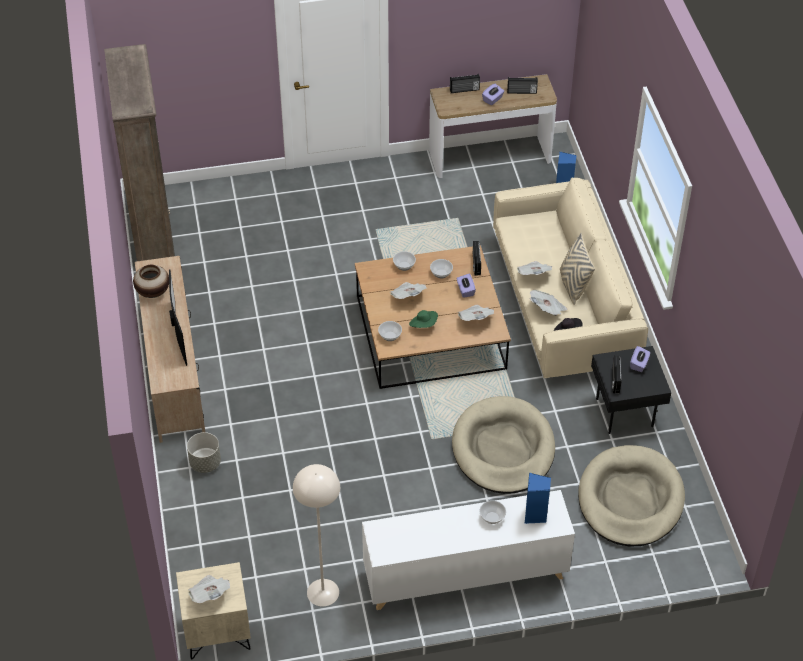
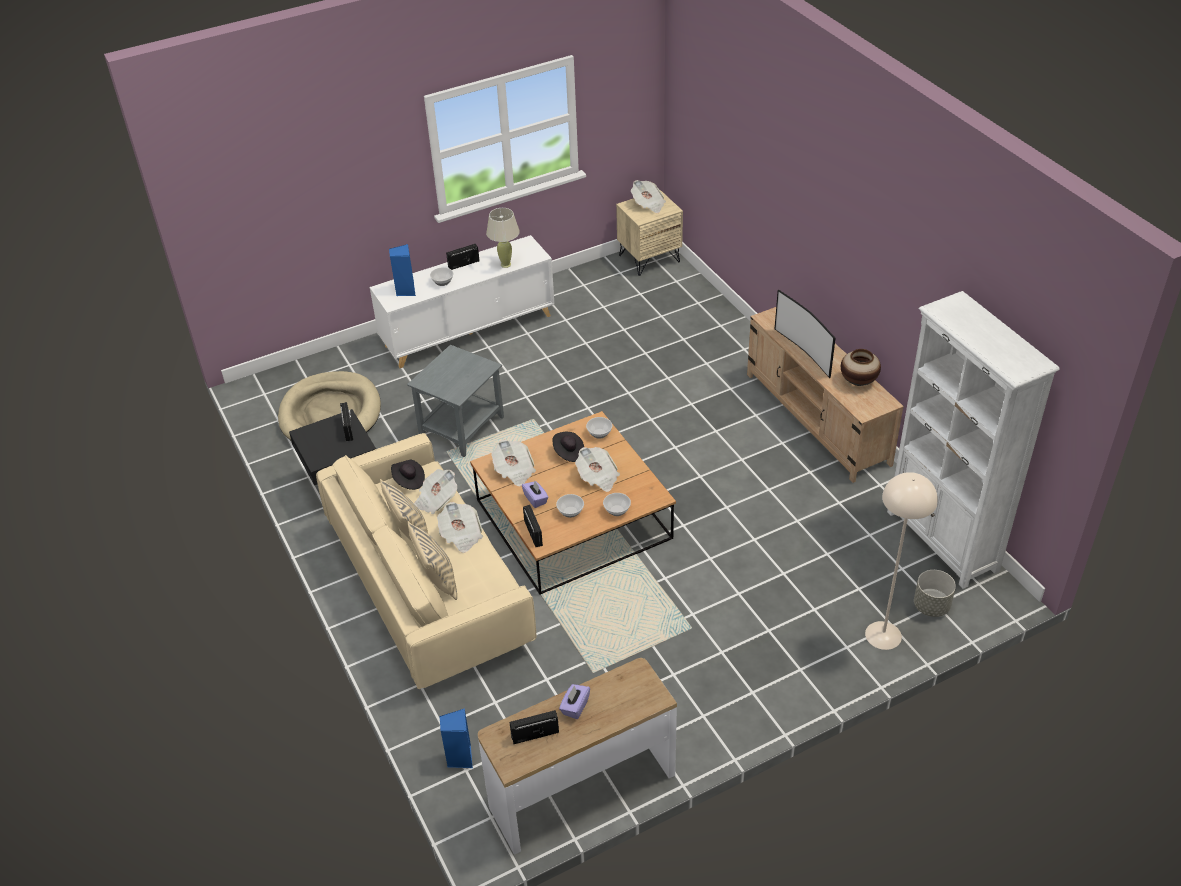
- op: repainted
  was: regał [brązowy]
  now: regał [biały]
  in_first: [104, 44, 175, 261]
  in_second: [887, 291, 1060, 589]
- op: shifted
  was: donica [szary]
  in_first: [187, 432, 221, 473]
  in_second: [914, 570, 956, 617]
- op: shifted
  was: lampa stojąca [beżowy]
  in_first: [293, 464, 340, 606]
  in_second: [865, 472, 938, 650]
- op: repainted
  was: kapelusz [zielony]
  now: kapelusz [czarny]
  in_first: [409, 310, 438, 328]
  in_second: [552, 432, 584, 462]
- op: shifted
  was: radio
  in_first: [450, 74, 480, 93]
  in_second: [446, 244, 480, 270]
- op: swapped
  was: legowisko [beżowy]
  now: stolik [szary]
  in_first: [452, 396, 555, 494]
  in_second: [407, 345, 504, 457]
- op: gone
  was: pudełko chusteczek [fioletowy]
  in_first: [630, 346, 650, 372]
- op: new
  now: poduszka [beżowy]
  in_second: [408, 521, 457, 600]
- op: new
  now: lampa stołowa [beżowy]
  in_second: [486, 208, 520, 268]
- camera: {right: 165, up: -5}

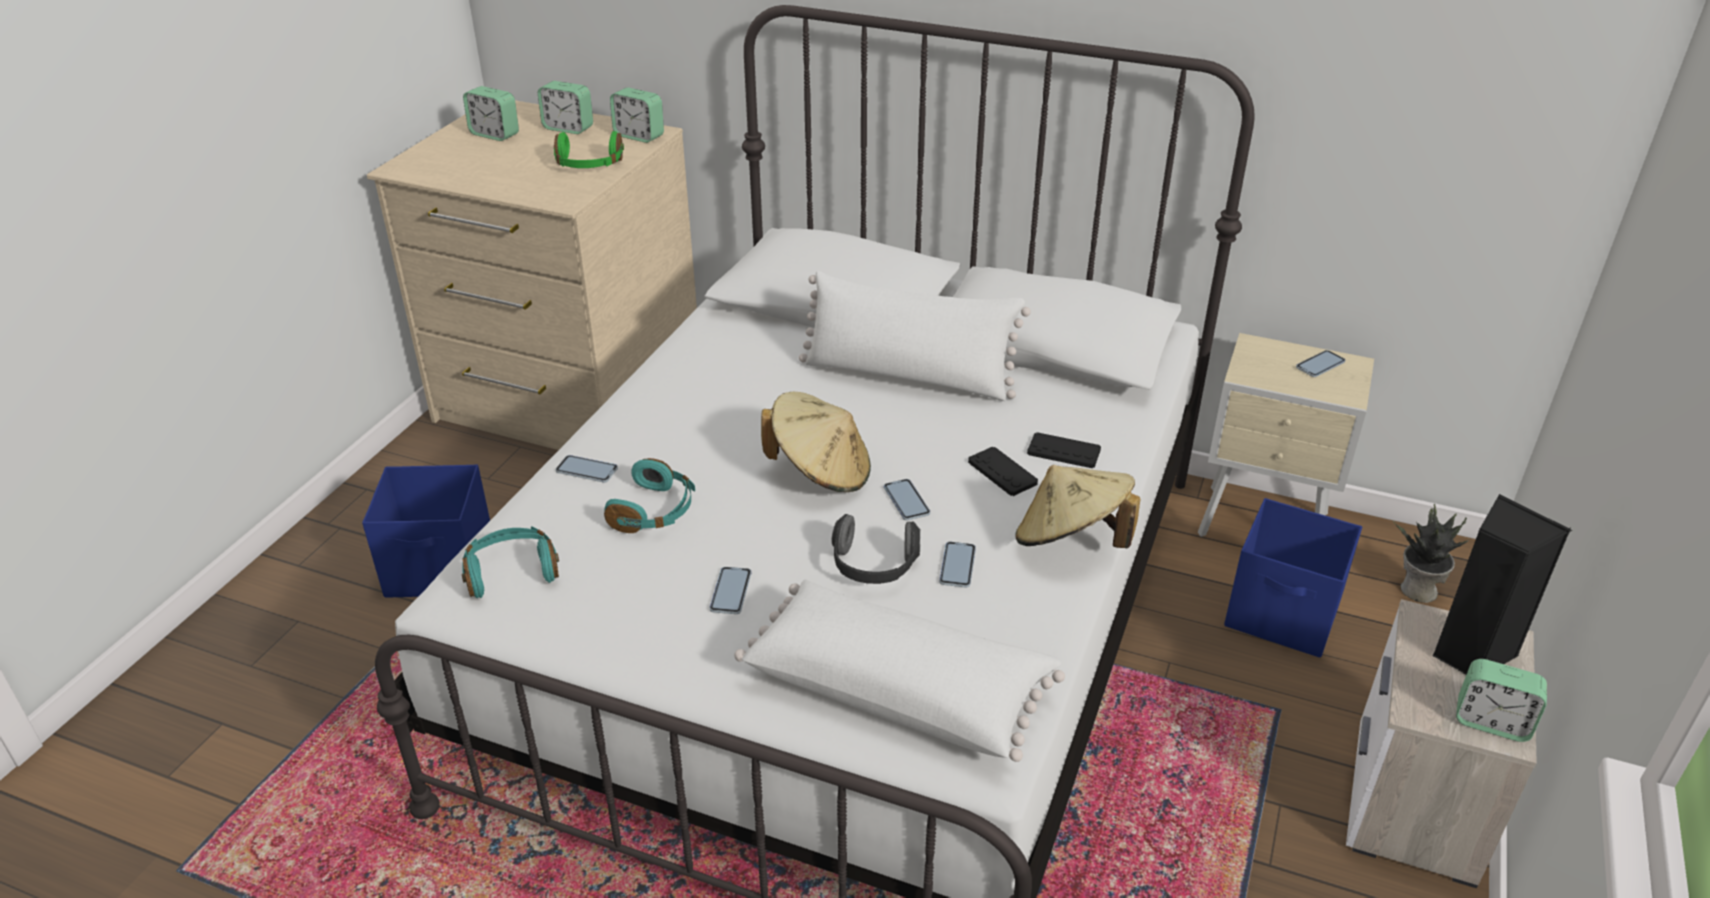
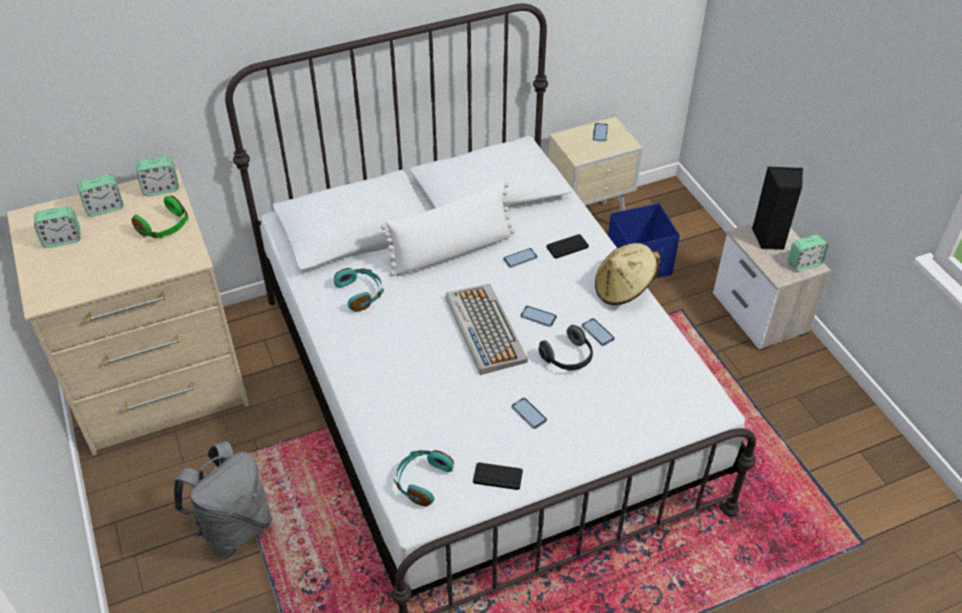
- op: swapped
  was: pojemnik do przechowywania [niebieski]
  now: plecak [szary]
  in_first: [362, 465, 490, 598]
  in_second: [174, 441, 272, 558]
- op: shifted
  was: telefon
  in_first: [556, 455, 618, 483]
  in_second: [503, 248, 538, 268]
- op: shifted
  was: słuchawki [turkusowy]
  in_first: [604, 458, 695, 533]
  in_second: [334, 268, 384, 312]
- op: gone
  was: poduszka [biały]
  in_first: [734, 580, 1065, 762]
- op: swapped
  was: kapelusz [beżowy]
  now: klawiatura
  in_first: [761, 392, 871, 492]
  in_second: [445, 284, 528, 375]
- op: shifted
  was: pad do gier [czarny]
  in_first: [968, 447, 1038, 496]
  in_second: [473, 462, 523, 490]
- op: gone
  was: roślina doniczkowa
  in_first: [1393, 504, 1472, 603]
- camera: {right: -45, up: 10}

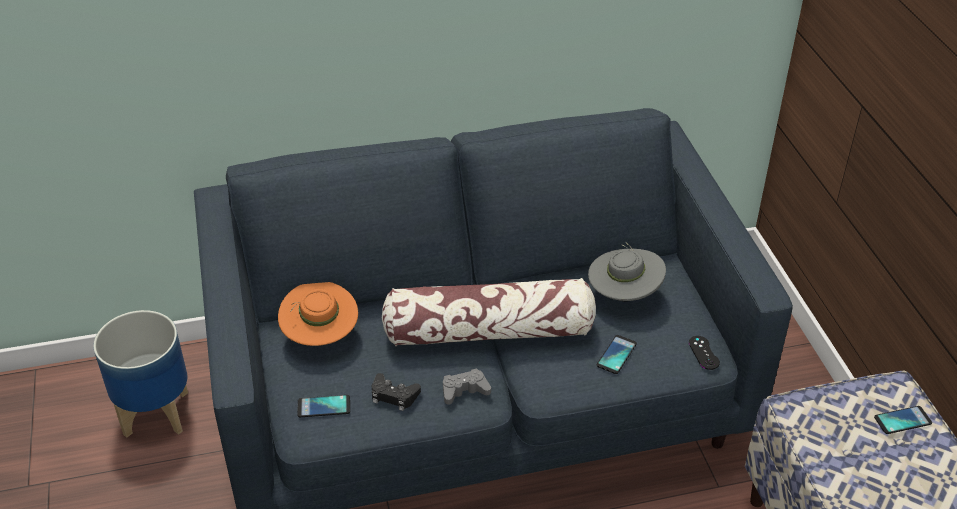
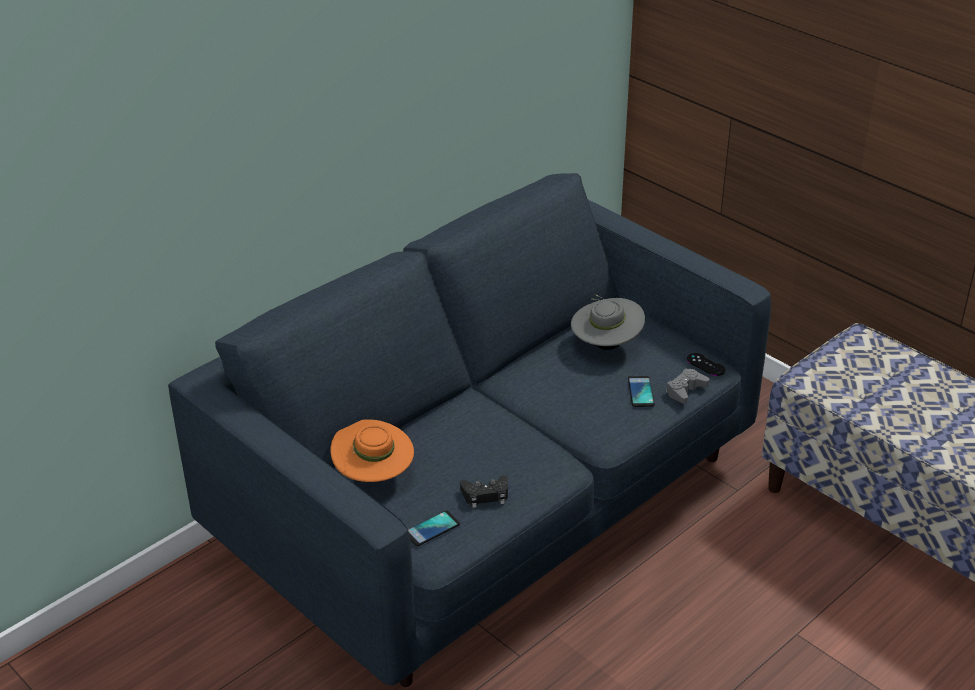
- op: gone
  was: donica
  in_first: [93, 310, 188, 438]
- op: gone
  was: poduszka
  in_first: [382, 278, 596, 346]
- op: shifted
  was: pad do gier [szary]
  in_first: [443, 369, 491, 405]
  in_second: [666, 369, 709, 404]
- op: gone
  was: telefon
  in_first: [874, 406, 932, 434]
- camera: {right: -30, up: -5}

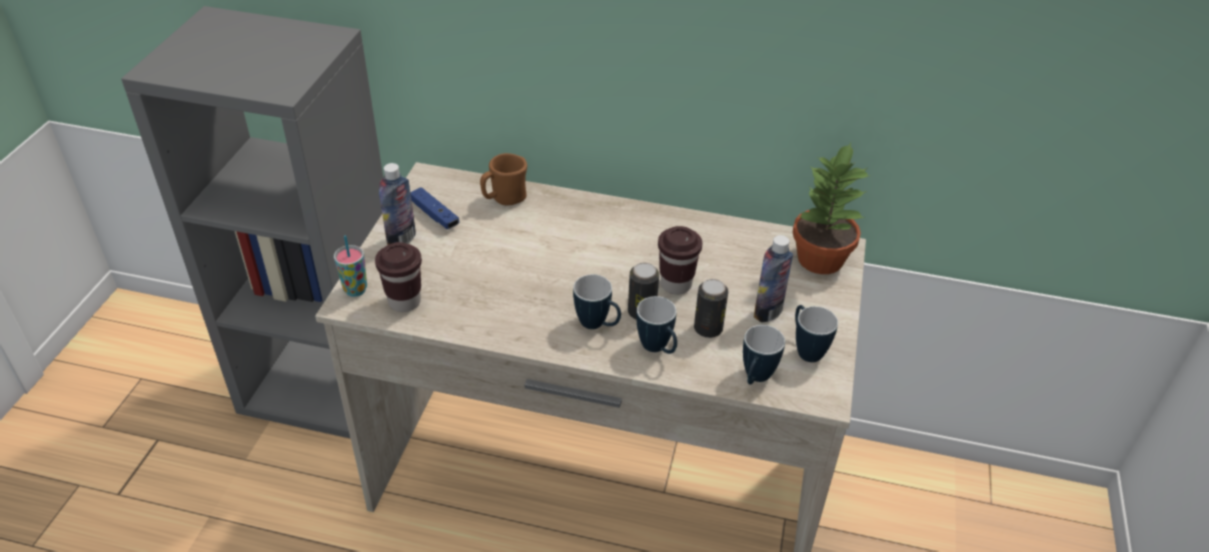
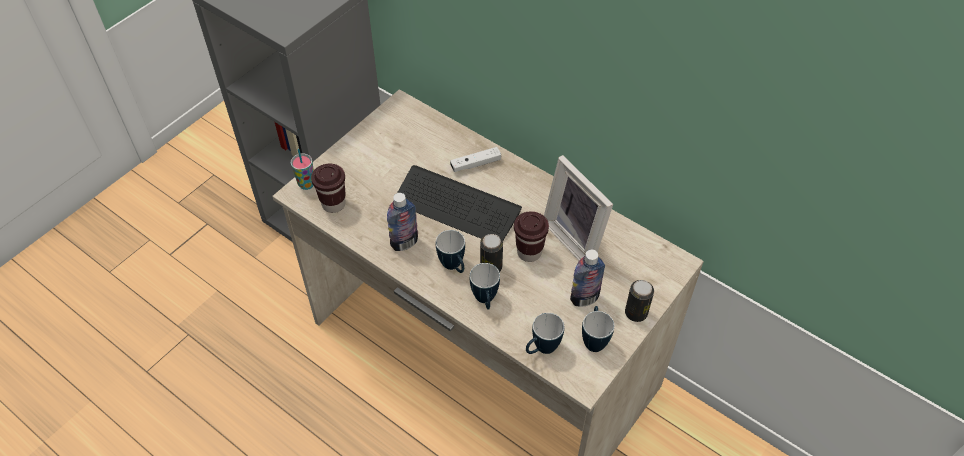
- op: shifted
  was: butelka
  in_first: [379, 163, 416, 245]
  in_second: [387, 193, 418, 251]
- op: gone
  was: pad do gier [niebieski]
  in_first: [411, 187, 459, 229]
- op: gone
  was: kubek [brązowy]
  in_first: [480, 153, 527, 205]
- op: shifted
  was: puszka
  in_first: [694, 279, 728, 338]
  in_second: [625, 280, 654, 322]
- op: gone
  was: roślina doniczkowa
  in_first: [793, 143, 868, 274]
- op: new
  now: klawiatura
  in_second: [397, 165, 522, 240]
- op: new
  now: pad do gier [biały]
  in_second: [450, 147, 501, 172]
- op: new
  now: ramka na zdjęcie
  in_second: [544, 155, 613, 260]
- camera: {right: 25, up: 10}

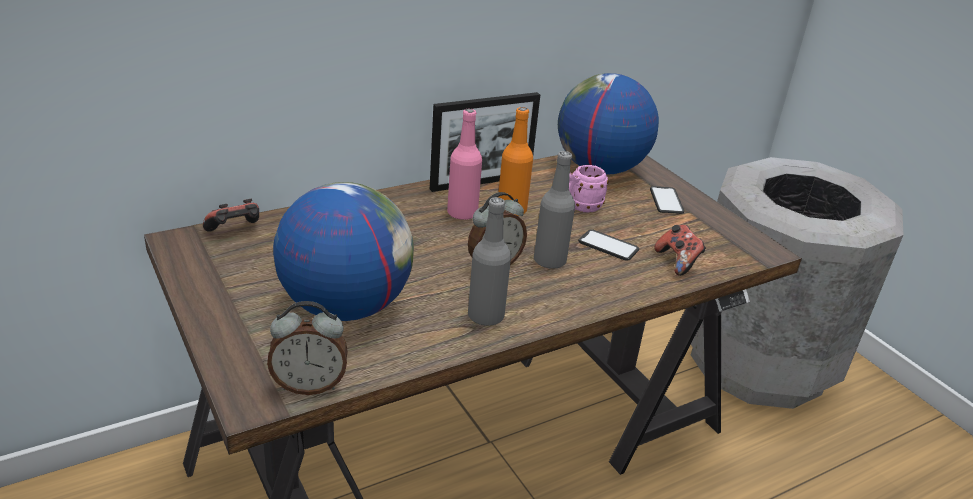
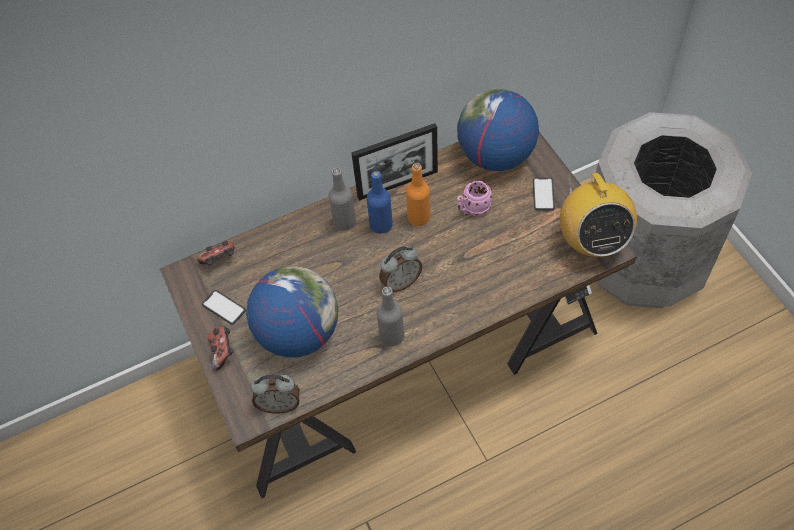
- op: repainted
  was: butelka [różowy]
  now: butelka [niebieski]
  in_first: [447, 109, 482, 220]
  in_second: [367, 171, 393, 234]
- op: shifted
  was: butelka [szary]
  in_first: [534, 151, 575, 269]
  in_second: [329, 168, 356, 230]
- op: shifted
  was: telefon
  in_first: [578, 229, 639, 261]
  in_second: [202, 290, 246, 325]
- op: shifted
  was: pad do gier
  in_first: [654, 225, 706, 276]
  in_second: [208, 326, 233, 371]
- op: new
  now: radio
  in_second: [560, 173, 637, 257]
- camera: {right: 10, up: 25}

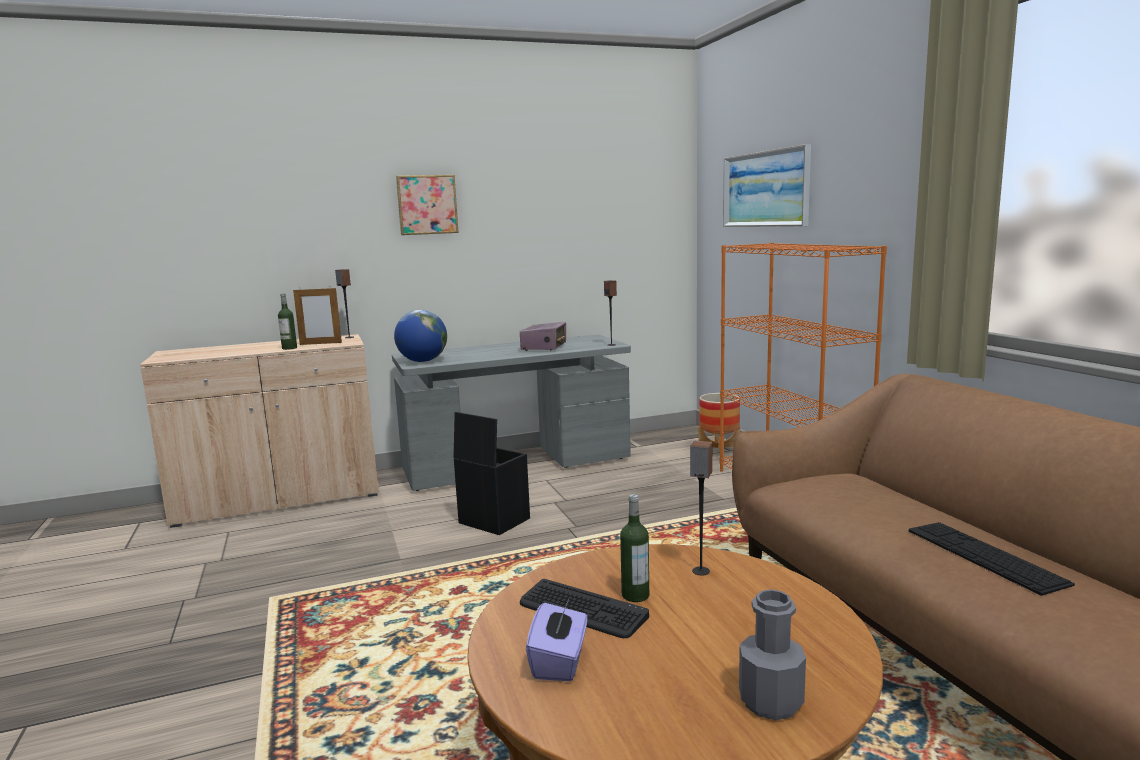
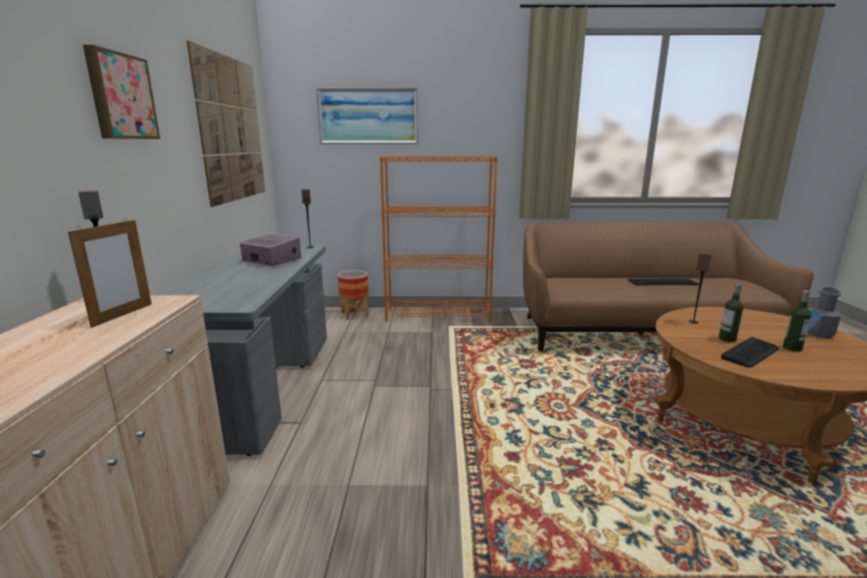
- op: shifted
  was: butelka
  in_first: [278, 294, 297, 350]
  in_second: [783, 290, 811, 352]
- op: gone
  was: globus
  in_first: [394, 310, 447, 362]
- op: gone
  was: pojemnik do przechowywania [czarny]
  in_first: [454, 412, 530, 535]
- op: gone
  was: pudełko chusteczek [fioletowy]
  in_first: [526, 598, 587, 681]
- op: new
  now: obraz
  in_second: [187, 41, 265, 207]
- camera: {right: -70, up: 5}

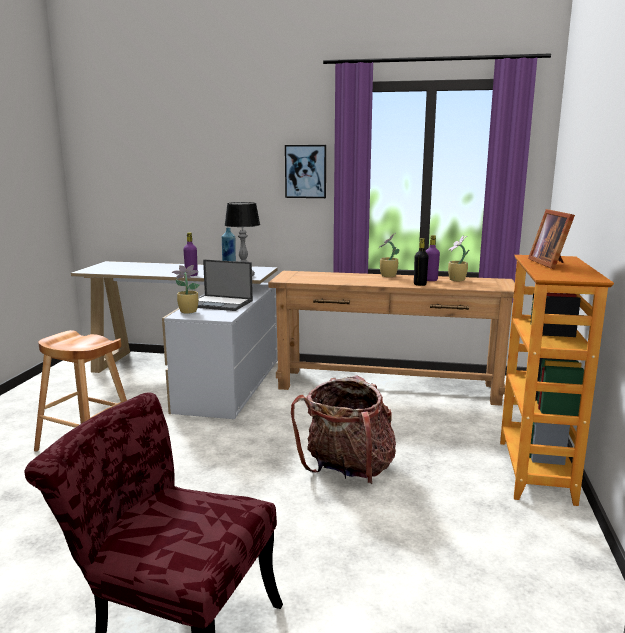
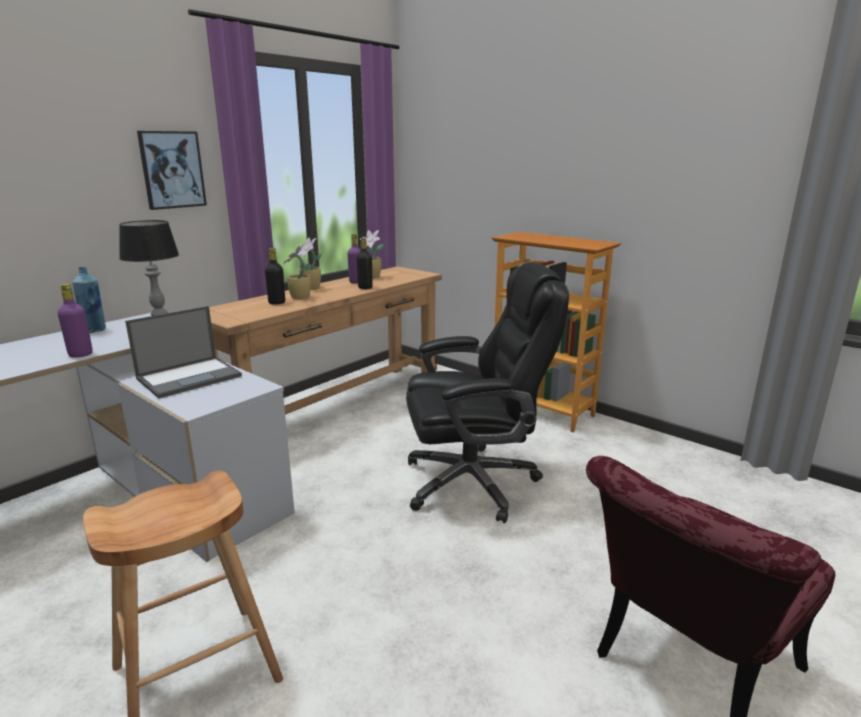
- op: shifted
  was: roślina doniczkowa
  in_first: [171, 265, 200, 314]
  in_second: [283, 244, 312, 299]
- op: swapped
  was: plecak
  now: krzesło biurowe [czarny]
  in_first: [291, 375, 396, 484]
  in_second: [406, 262, 569, 523]
- op: gone
  was: ramka na zdjęcie
  in_first: [528, 209, 575, 269]
- op: new
  now: butelka [czarny]
  in_second: [265, 248, 285, 305]
- camera: {right: -60, up: 5}

